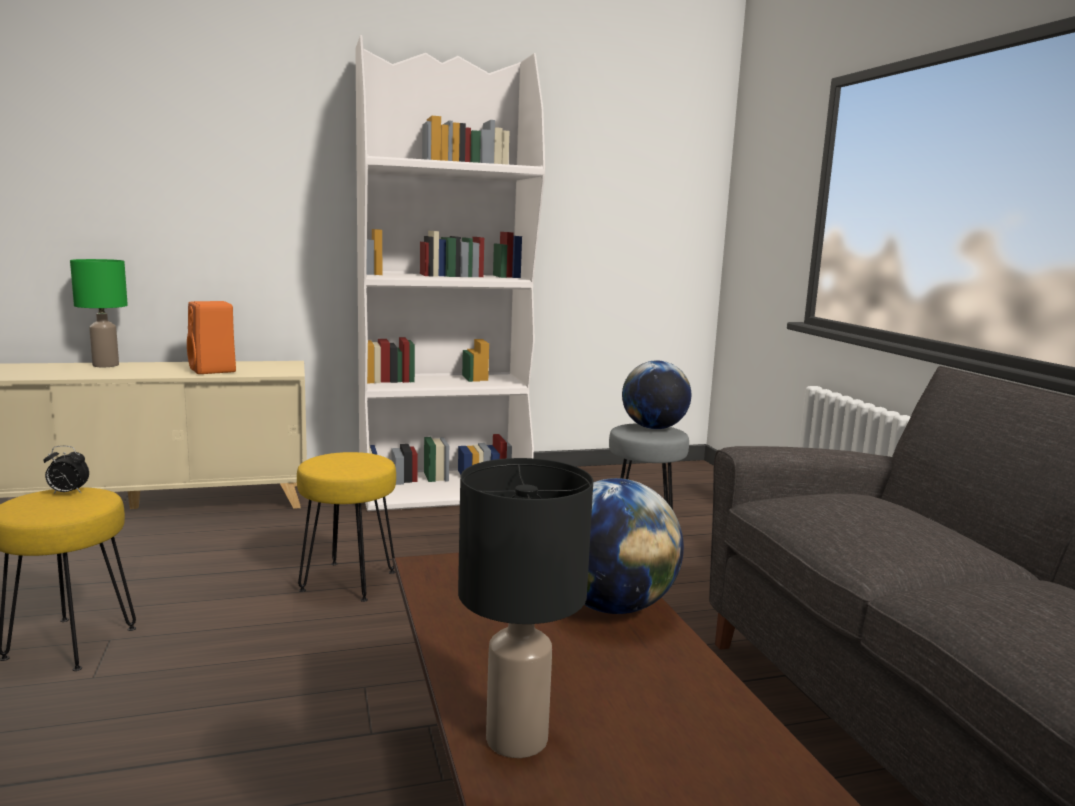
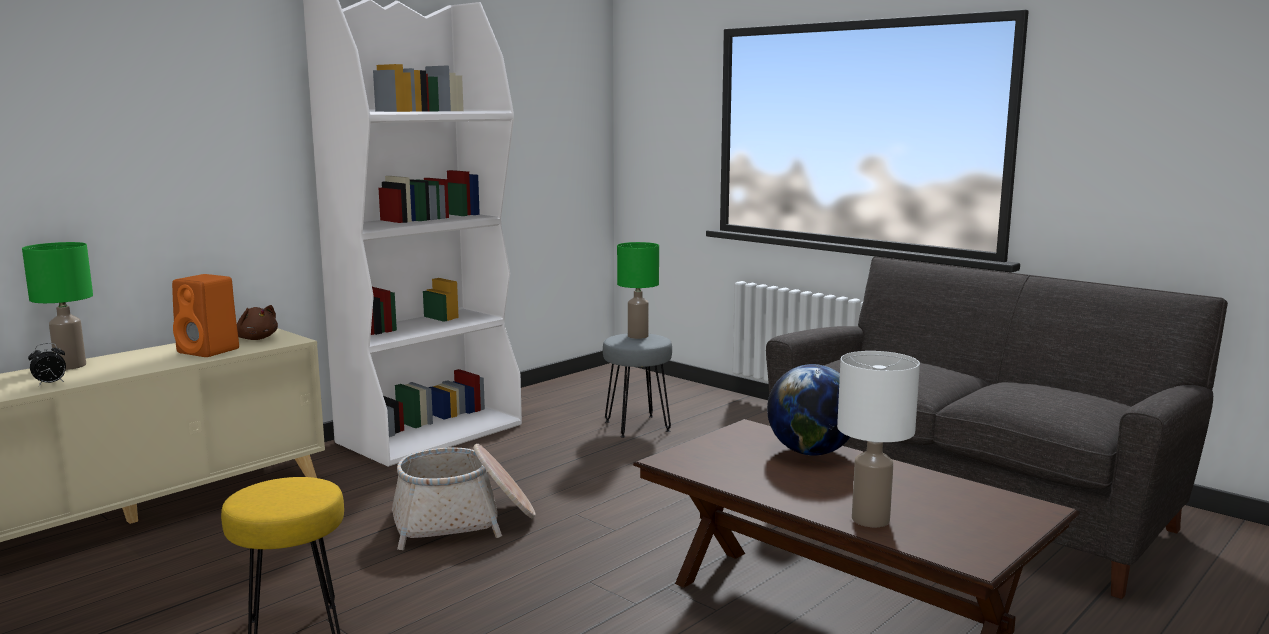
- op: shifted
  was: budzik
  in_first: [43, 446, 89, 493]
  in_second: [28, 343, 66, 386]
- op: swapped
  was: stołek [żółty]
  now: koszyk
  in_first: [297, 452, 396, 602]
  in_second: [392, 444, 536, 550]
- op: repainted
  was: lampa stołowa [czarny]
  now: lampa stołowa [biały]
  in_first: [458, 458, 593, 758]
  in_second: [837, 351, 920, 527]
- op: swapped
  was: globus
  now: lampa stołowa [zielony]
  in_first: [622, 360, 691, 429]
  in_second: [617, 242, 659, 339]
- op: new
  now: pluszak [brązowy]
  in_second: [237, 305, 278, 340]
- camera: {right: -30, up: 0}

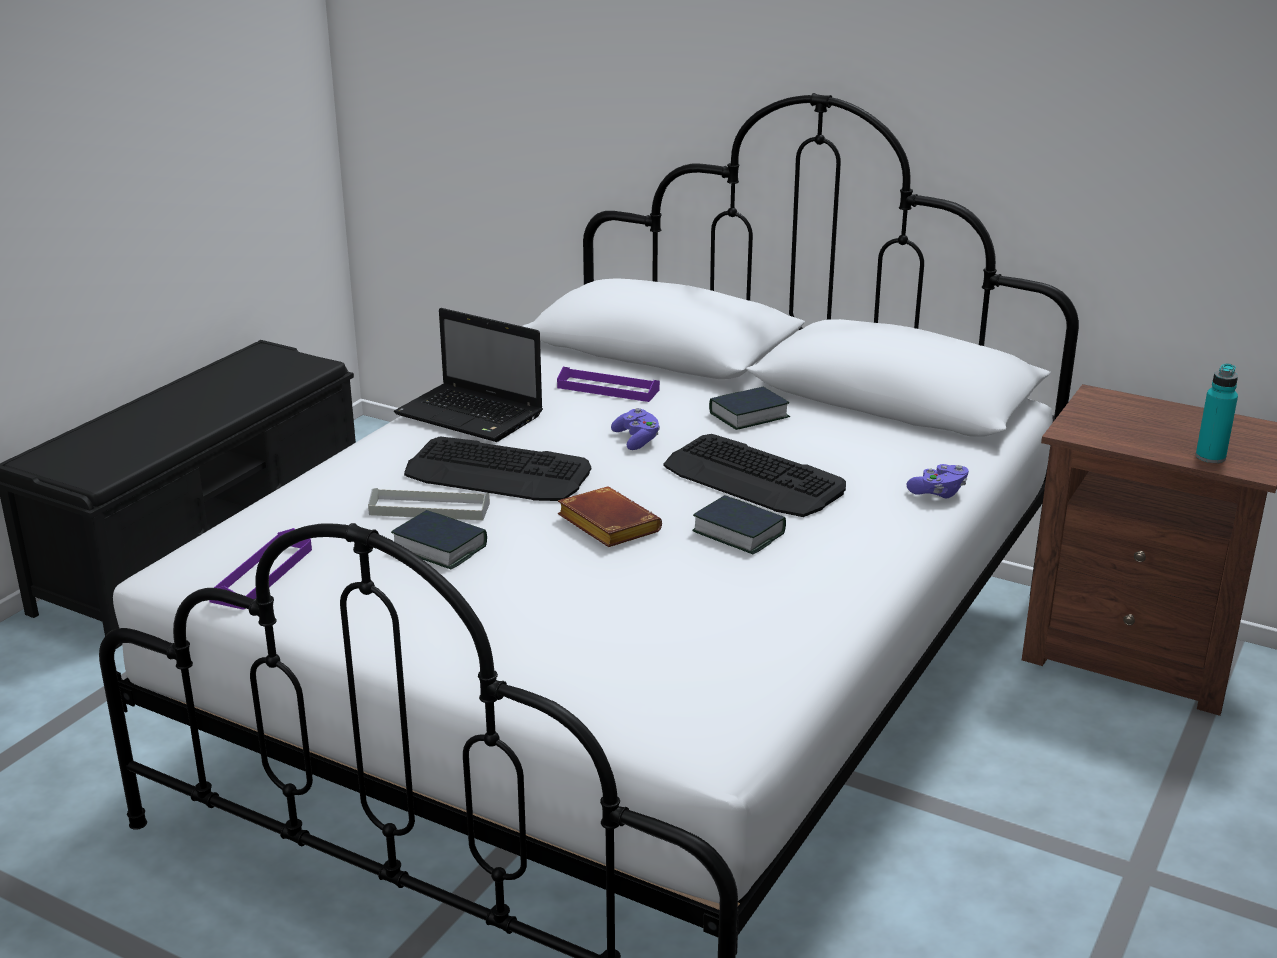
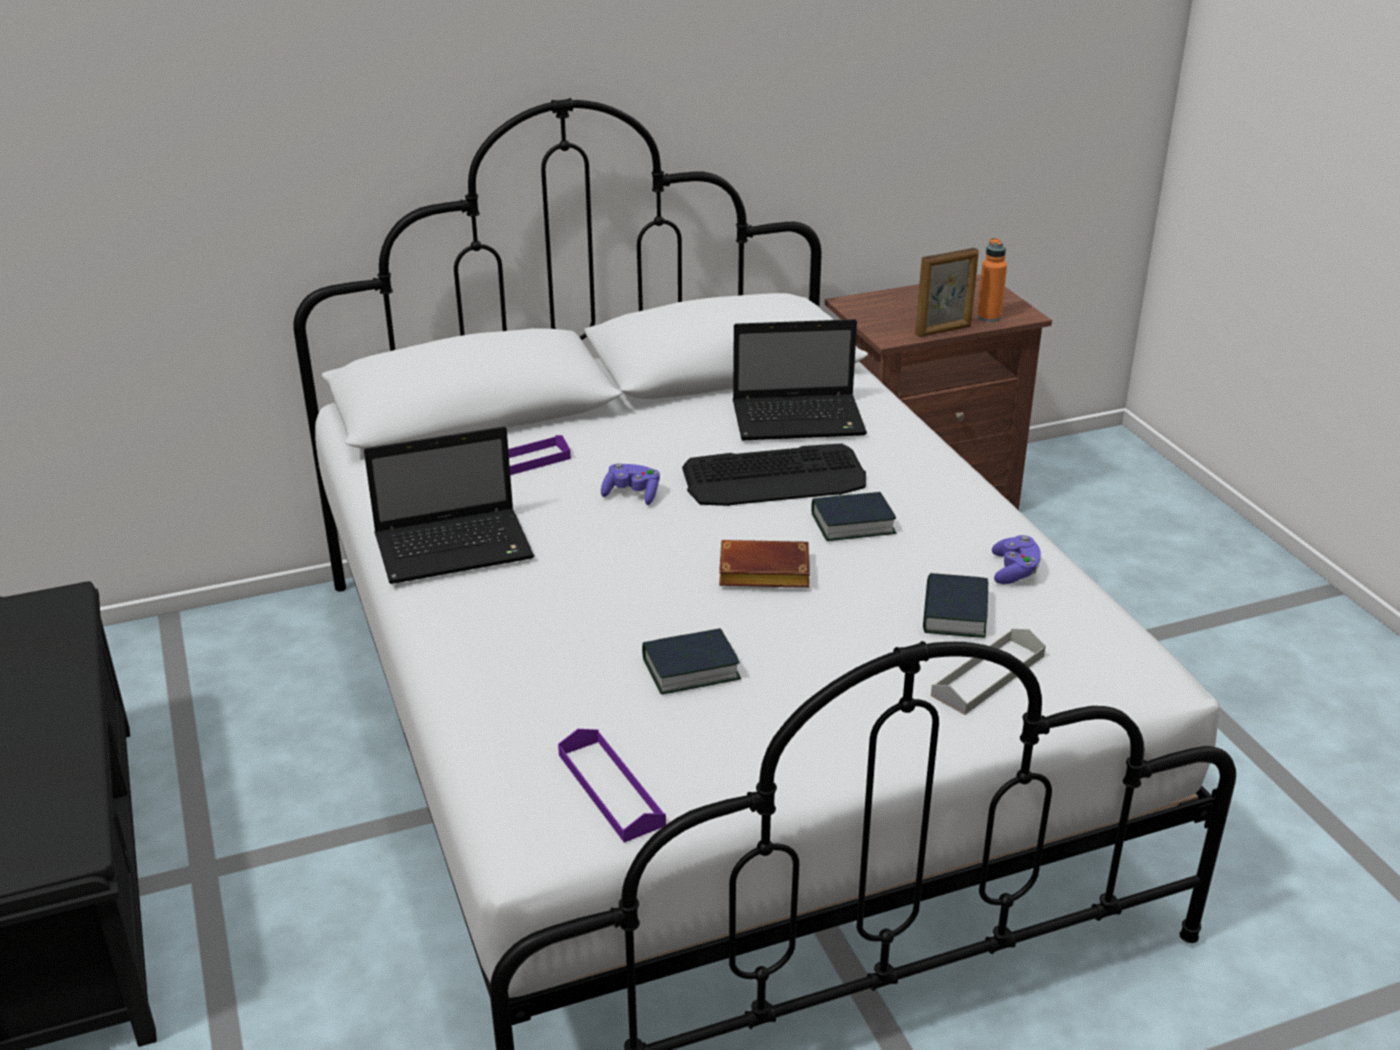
- op: shifted
  was: taca [szary]
  in_first: [368, 488, 490, 520]
  in_second: [931, 629, 1046, 715]
- op: gone
  was: klawiatura
  in_first: [404, 436, 591, 501]
- op: shifted
  was: książka
  in_first: [709, 387, 790, 430]
  in_second: [923, 573, 988, 638]
- op: shifted
  was: pad do gier [fioletowy]
  in_first: [907, 464, 969, 498]
  in_second: [992, 535, 1041, 584]
- op: repainted
  was: butelka [turkusowy]
  now: butelka [pomarańczowy]
  in_first: [1196, 363, 1238, 463]
  in_second: [977, 238, 1007, 322]
- op: new
  now: laptop
  in_second: [733, 319, 867, 441]
- op: new
  now: ramka na zdjęcie
  in_second: [915, 248, 979, 337]
- camera: {right: -50, up: 5}

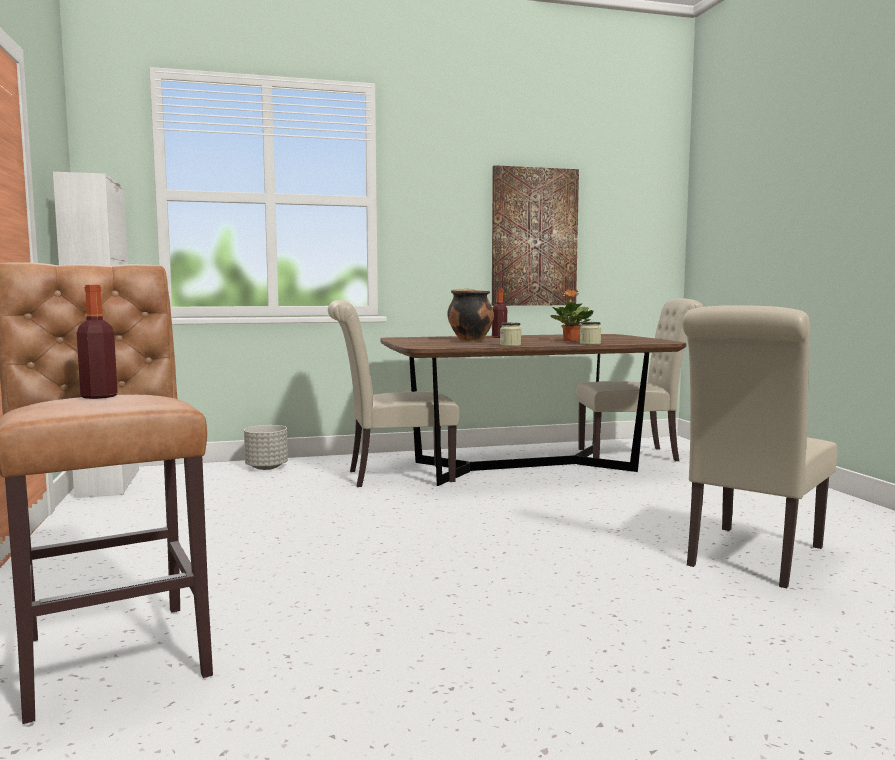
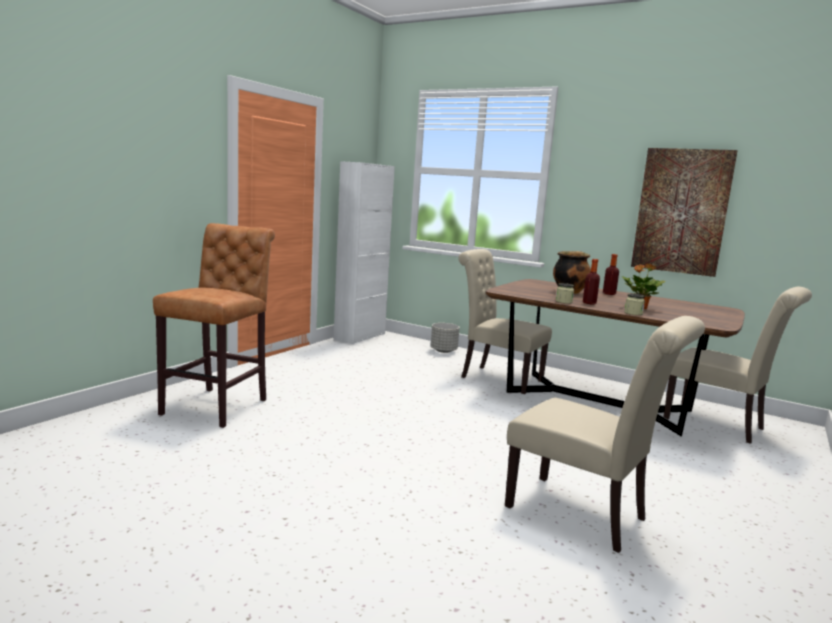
- op: shifted
  was: butelka
  in_first: [77, 285, 118, 399]
  in_second: [583, 259, 600, 304]
- op: rotated
  was: krzesło [beżowy]
  in_first: [682, 305, 837, 588]
  in_second: [505, 316, 705, 553]
  clockwise: -135
- camera: {right: 45, up: 5}

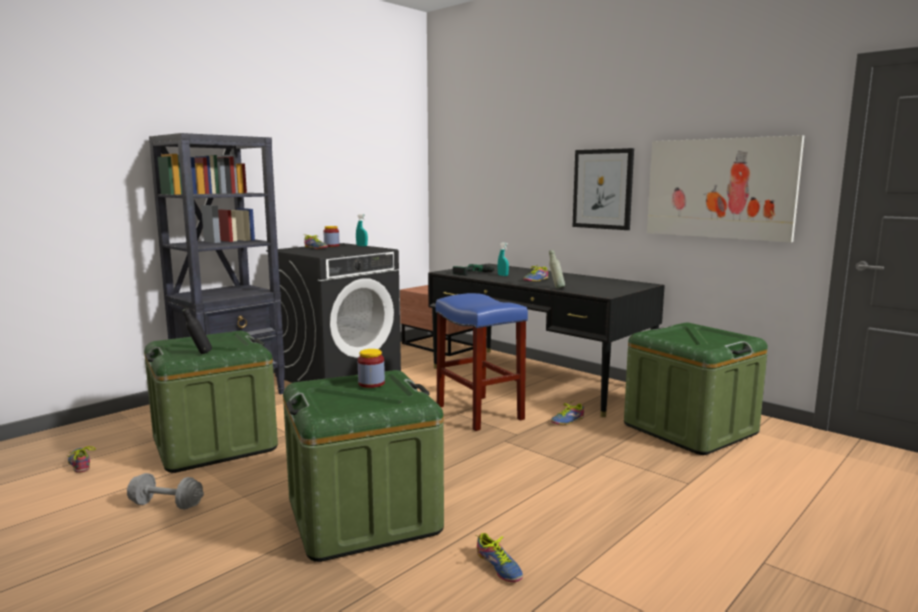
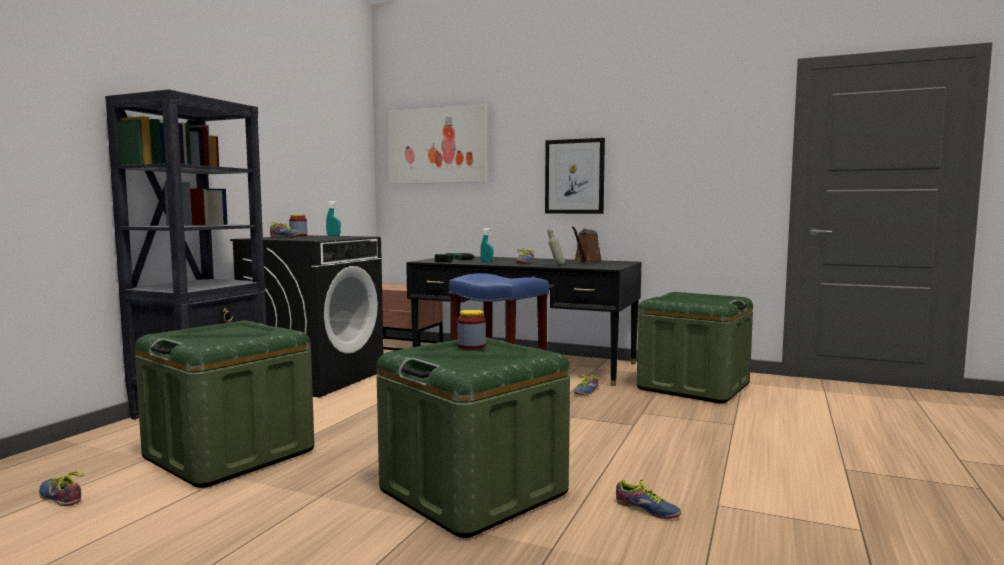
- op: gone
  was: hantel [szary]
  in_first: [127, 473, 204, 509]
- op: gone
  was: butelka [czarny]
  in_first: [183, 308, 212, 354]
- op: shifted
  was: obraz
  in_first: [647, 135, 804, 242]
  in_second: [387, 104, 487, 184]
- op: new
  now: konewka [brązowy]
  in_second: [572, 226, 602, 263]
- camera: {right: -20, up: -5}

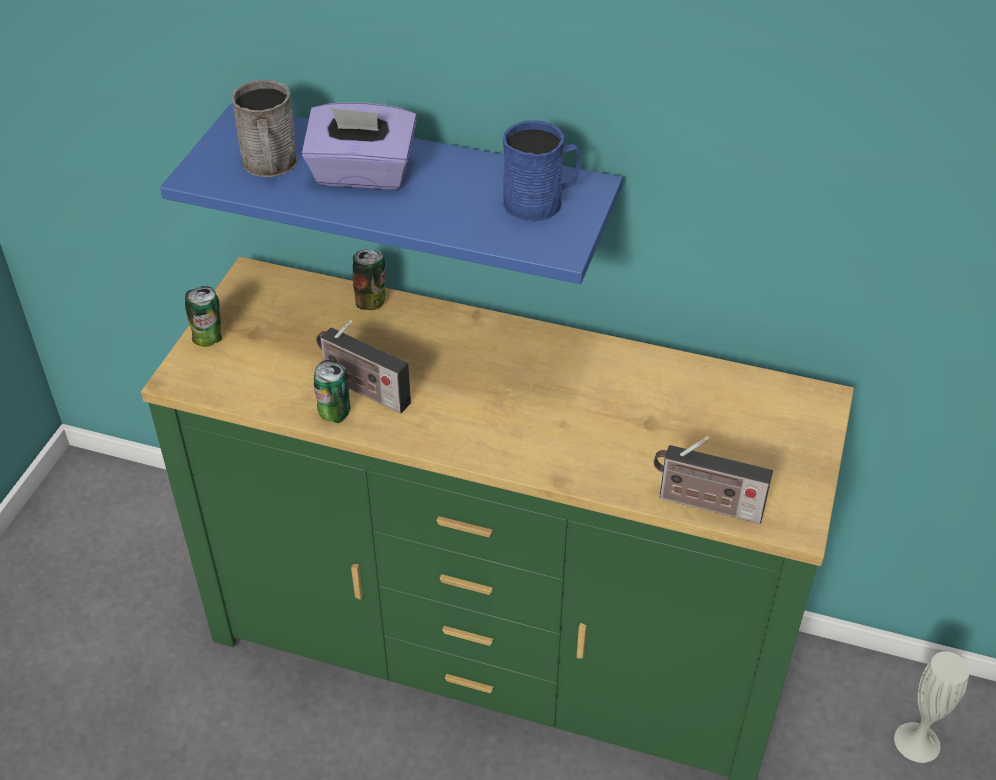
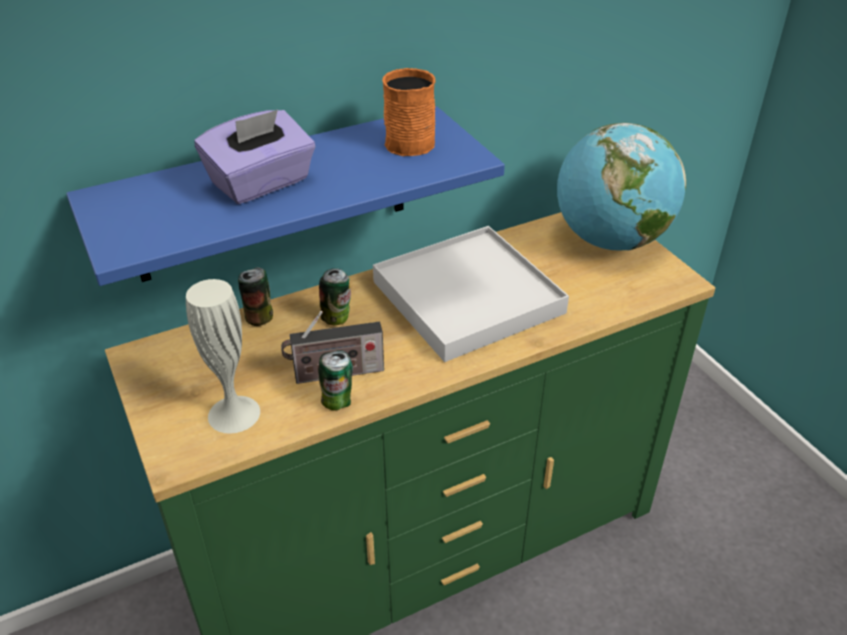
- op: shifted
  was: puszka
  in_first: [185, 286, 222, 347]
  in_second: [319, 268, 351, 325]
- op: gone
  was: kubek [szary]
  in_first: [232, 79, 297, 177]
- op: repainted
  was: kubek [niebieski]
  now: kubek [pomarańczowy]
  in_first: [502, 120, 581, 222]
  in_second: [382, 68, 436, 156]
- op: gone
  was: radio
  in_first: [654, 436, 773, 524]
- op: shifted
  was: wazon [biały]
  in_first: [894, 651, 970, 763]
  in_second: [186, 279, 260, 434]
- op: new
  now: taca [biały]
  in_second: [373, 226, 569, 362]
- op: new
  now: globus
  in_second: [557, 123, 686, 251]
- camera: {right: -45, up: -5}

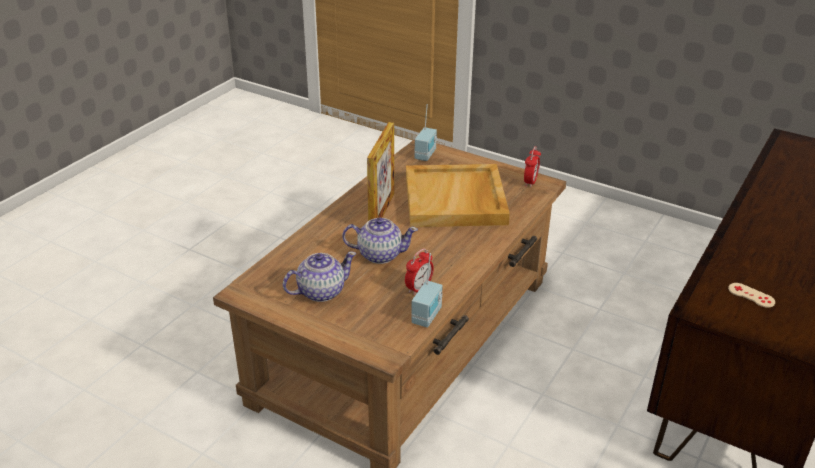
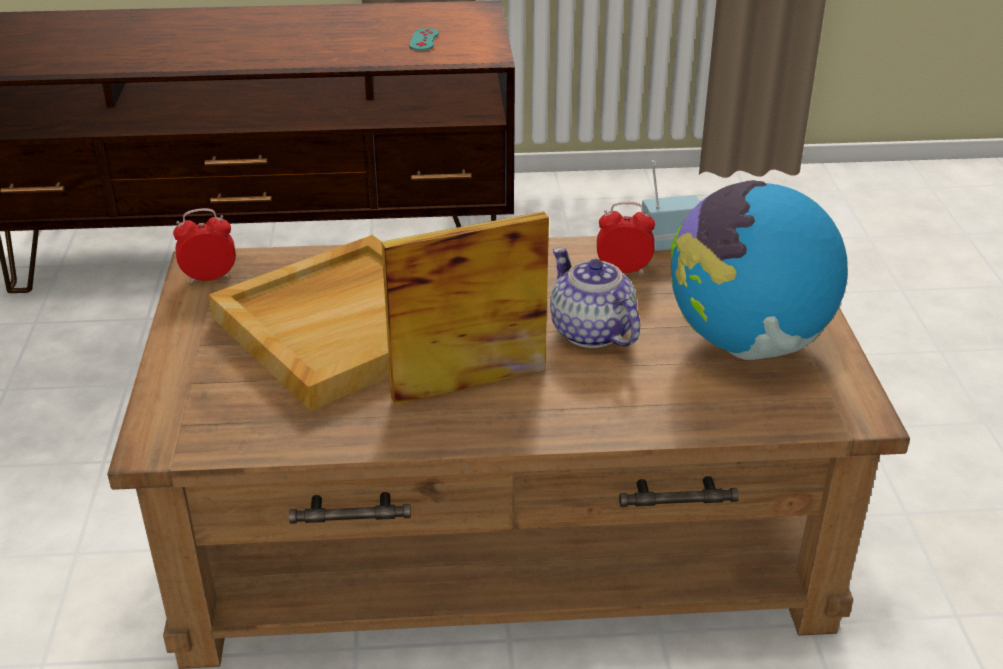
- op: swapped
  was: imbryk
  now: globus
  in_first: [283, 251, 356, 302]
  in_second: [671, 180, 848, 360]
- op: gone
  was: radio
  in_first: [414, 104, 438, 161]
- op: repainted
  was: pad do gier [beżowy]
  now: pad do gier [turkusowy]
  in_first: [728, 283, 775, 308]
  in_second: [409, 28, 439, 51]
- camera: {right: -125, up: 0}

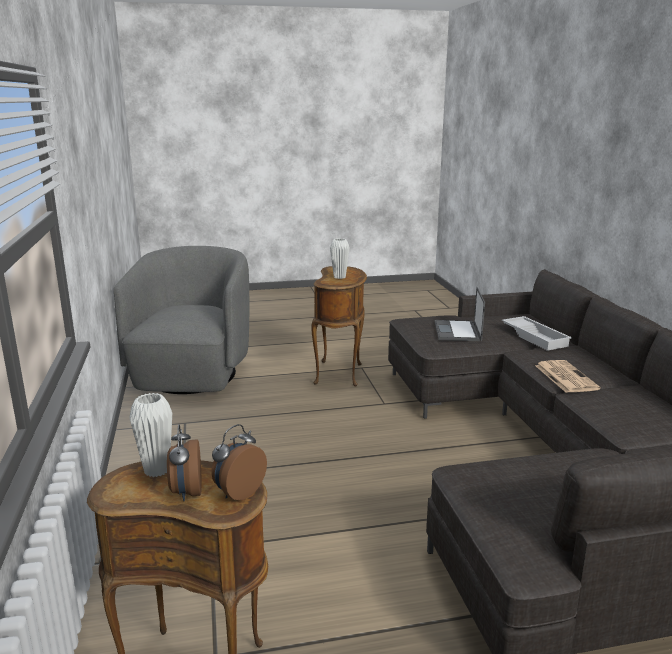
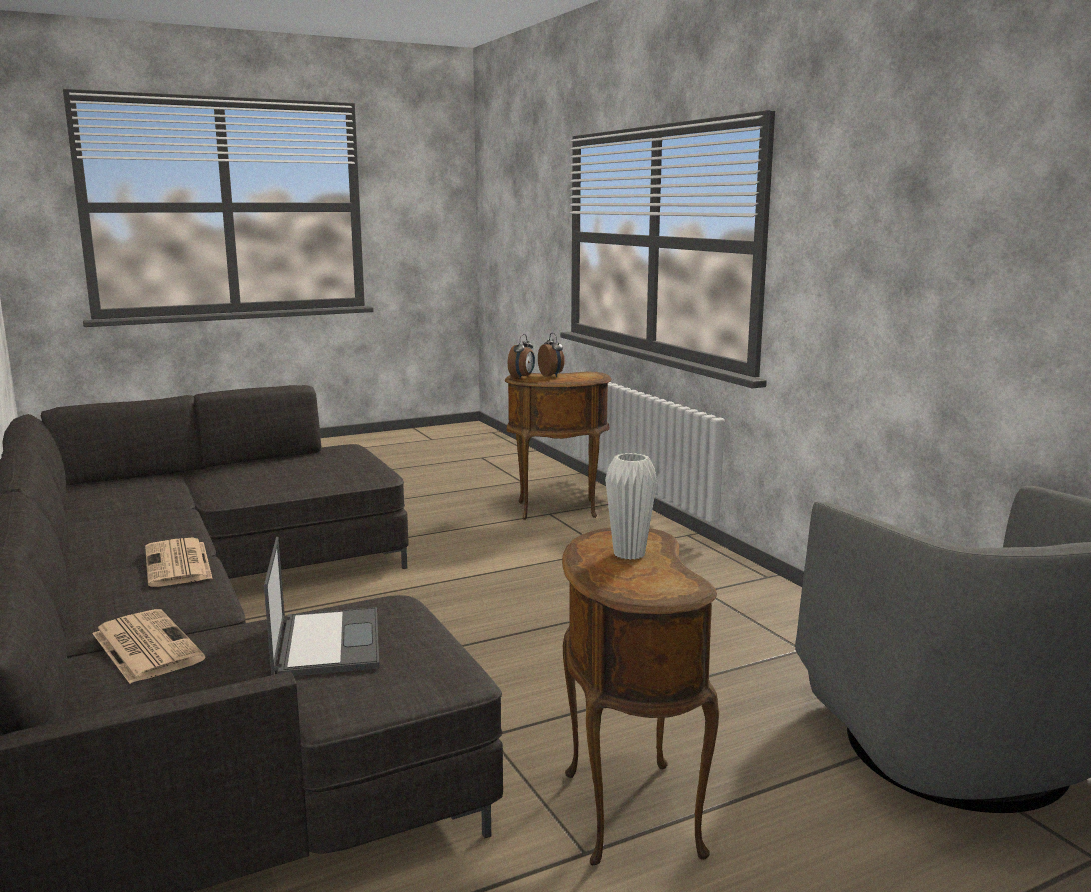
- op: gone
  was: wazon [biały]
  in_first: [129, 393, 172, 477]
- op: swapped
  was: taca [biały]
  now: gazeta
  in_first: [502, 316, 572, 351]
  in_second: [92, 609, 206, 684]
- camera: {right: 165, up: -5}

